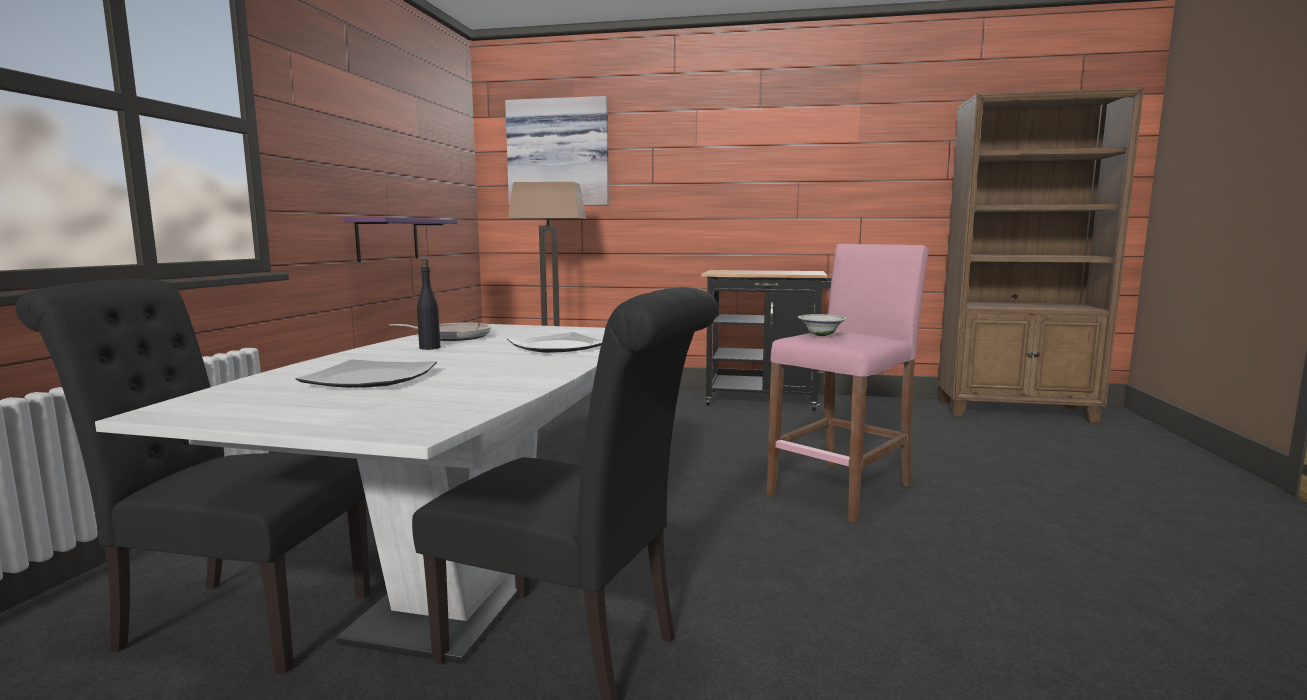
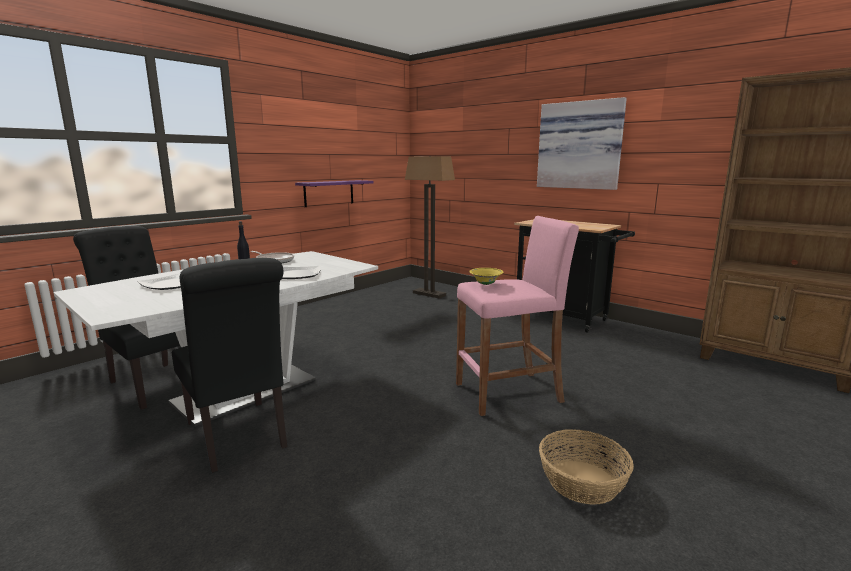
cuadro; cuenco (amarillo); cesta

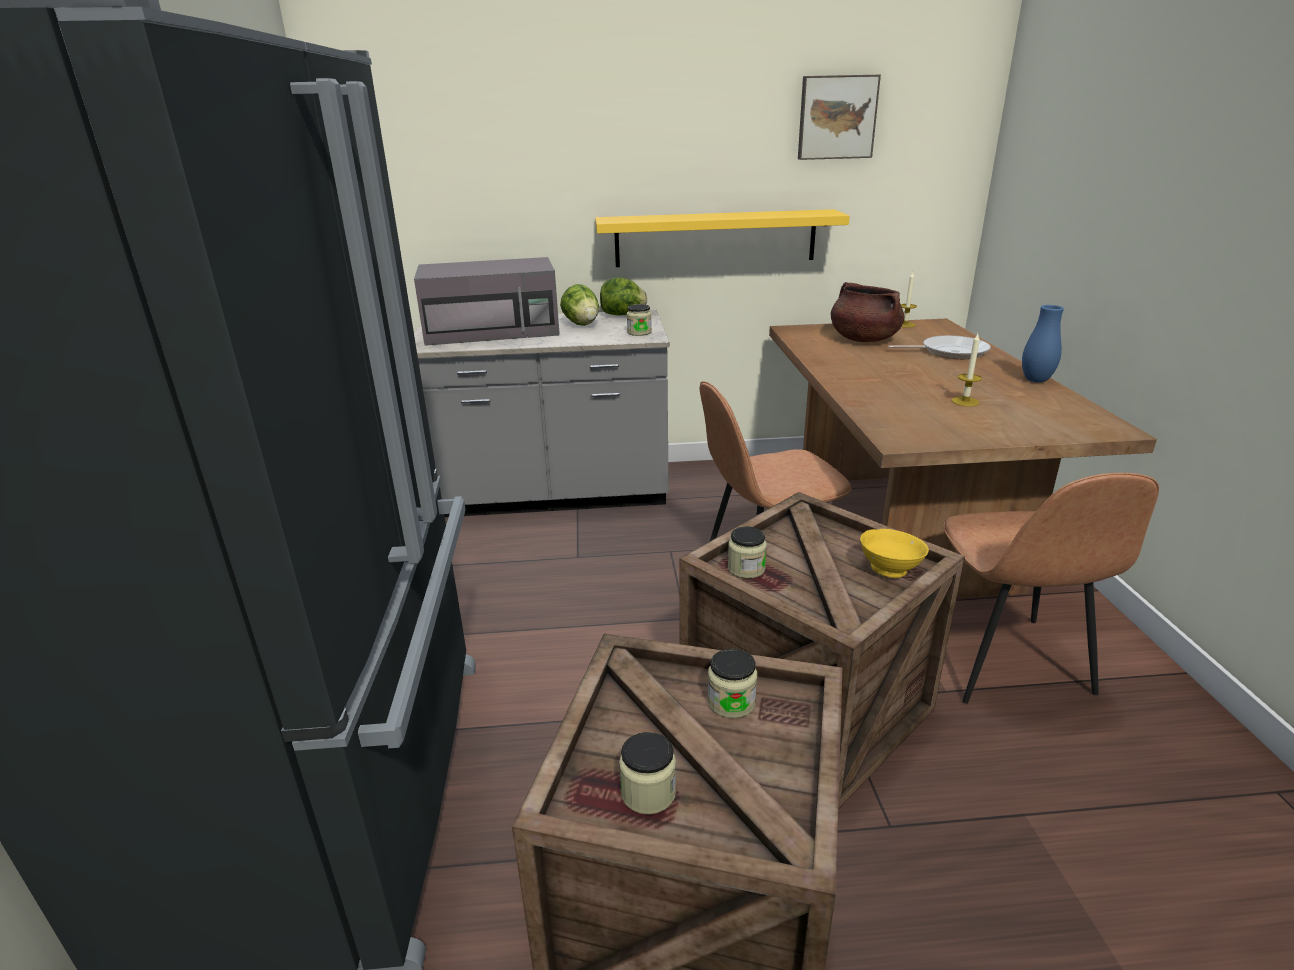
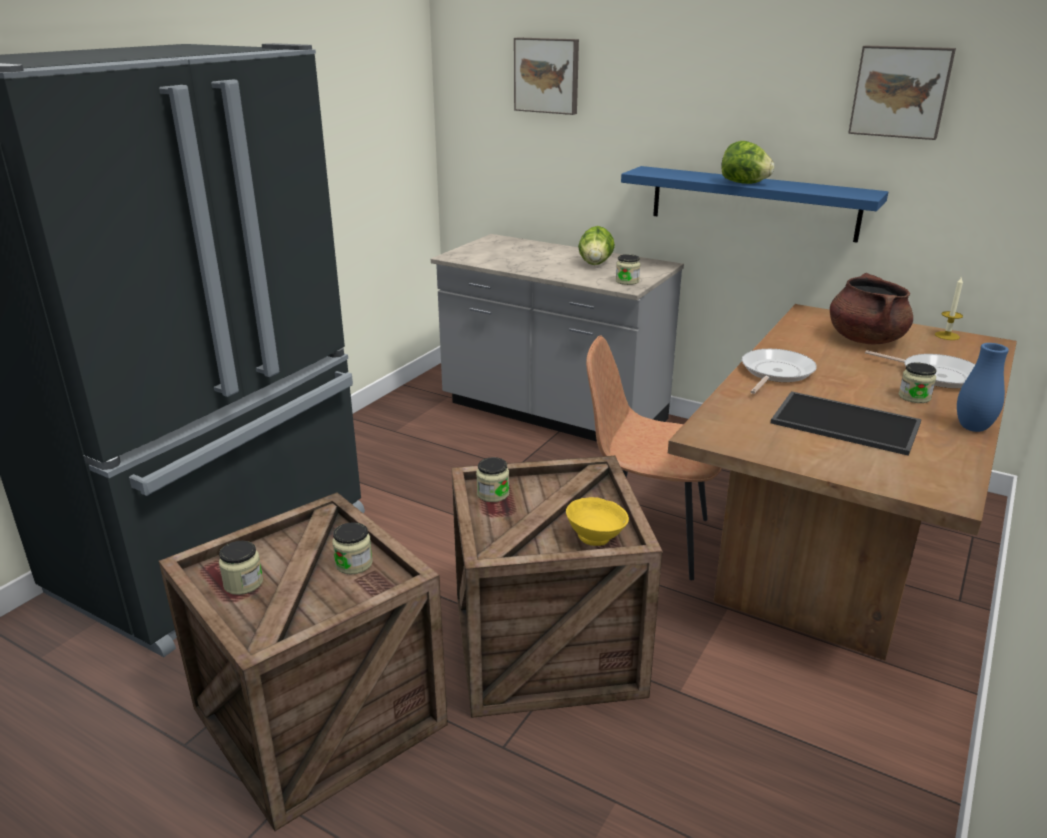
estante (azul); microondas (gris); lechuga (no. 2 from left); bandeja; silla (marrón) (no. 2 from left in the first image); cuadro (no. 1 from left); sartén (no. 1 from left); tarro (no. 5 from left)

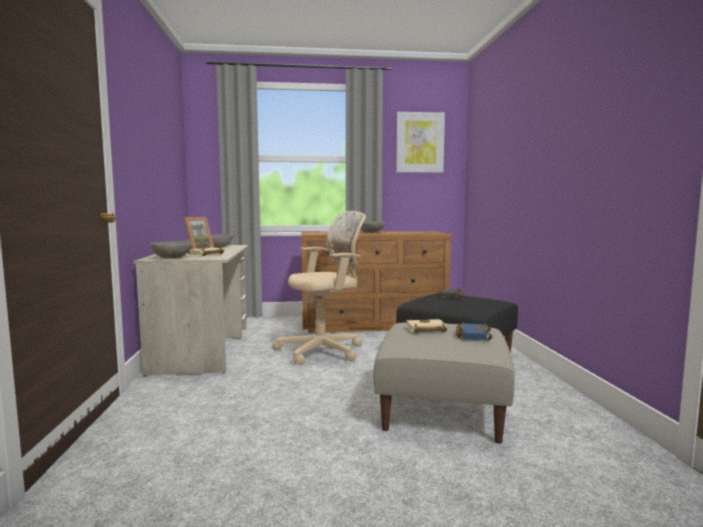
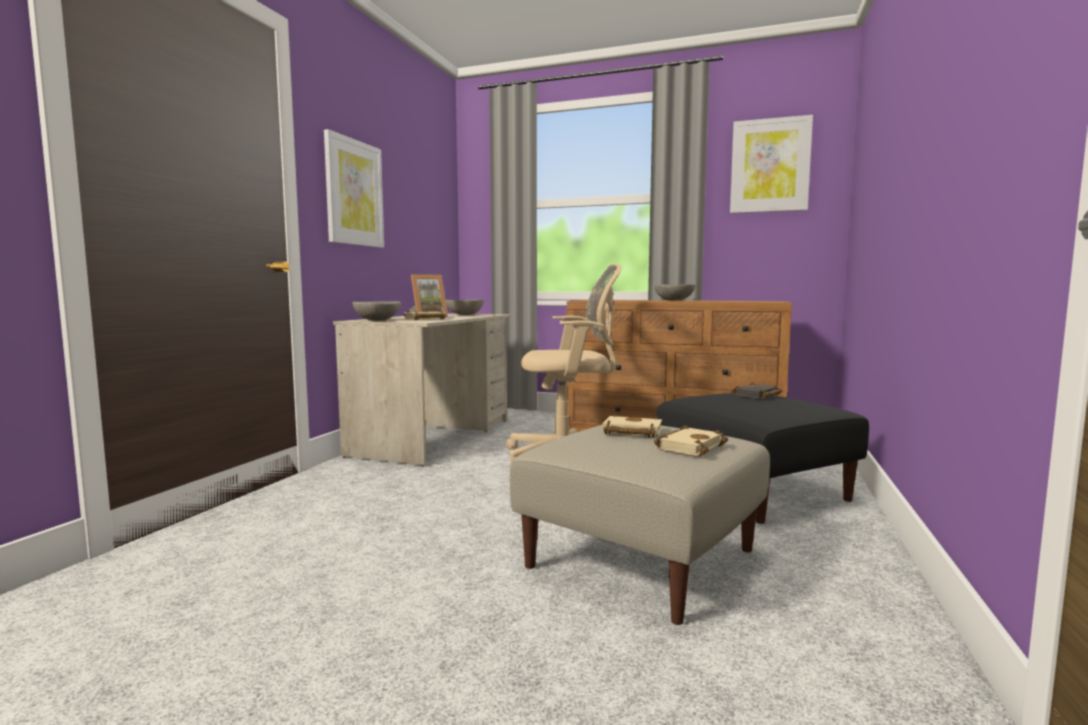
libro (beis) (no. 3 from left); cuadro (no. 1 from left)

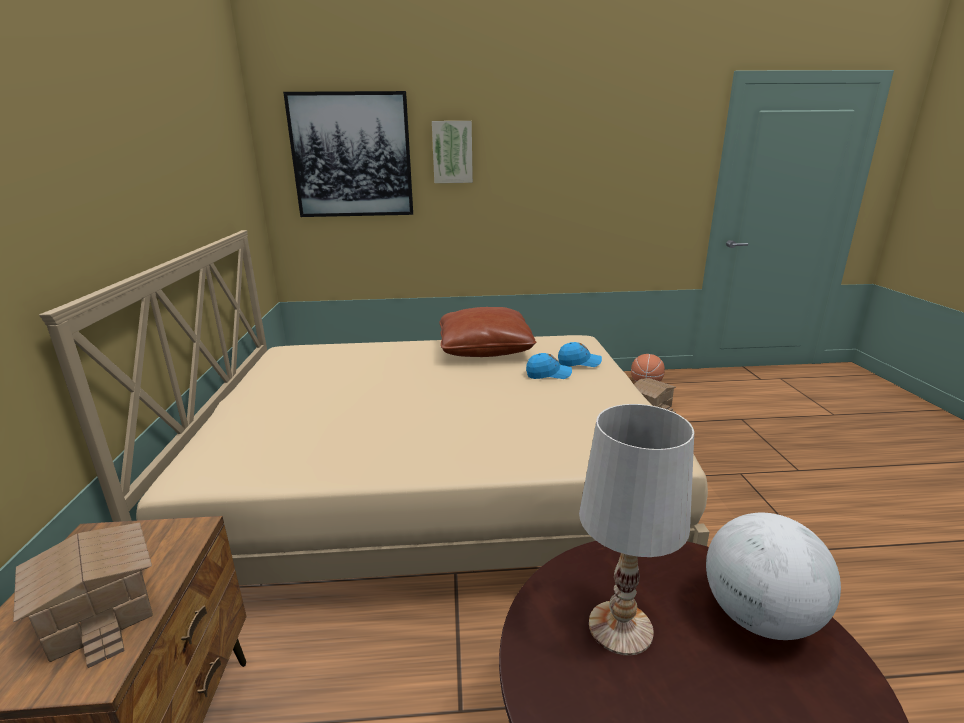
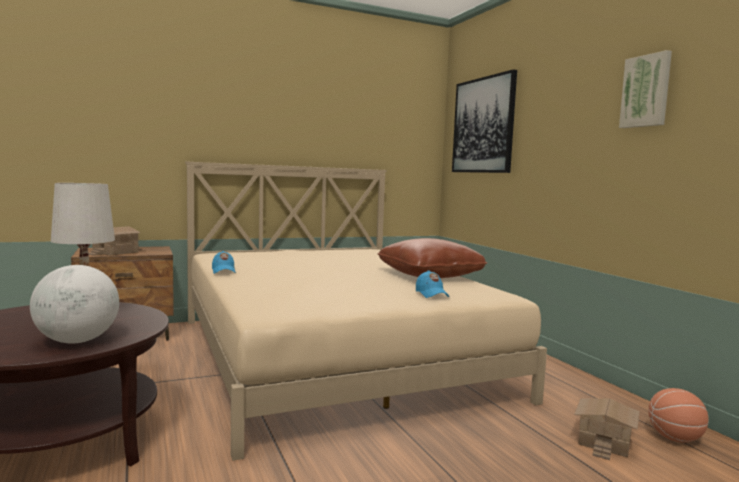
cuadro (no. 2 from left); gorra (azul) (no. 1 from left)

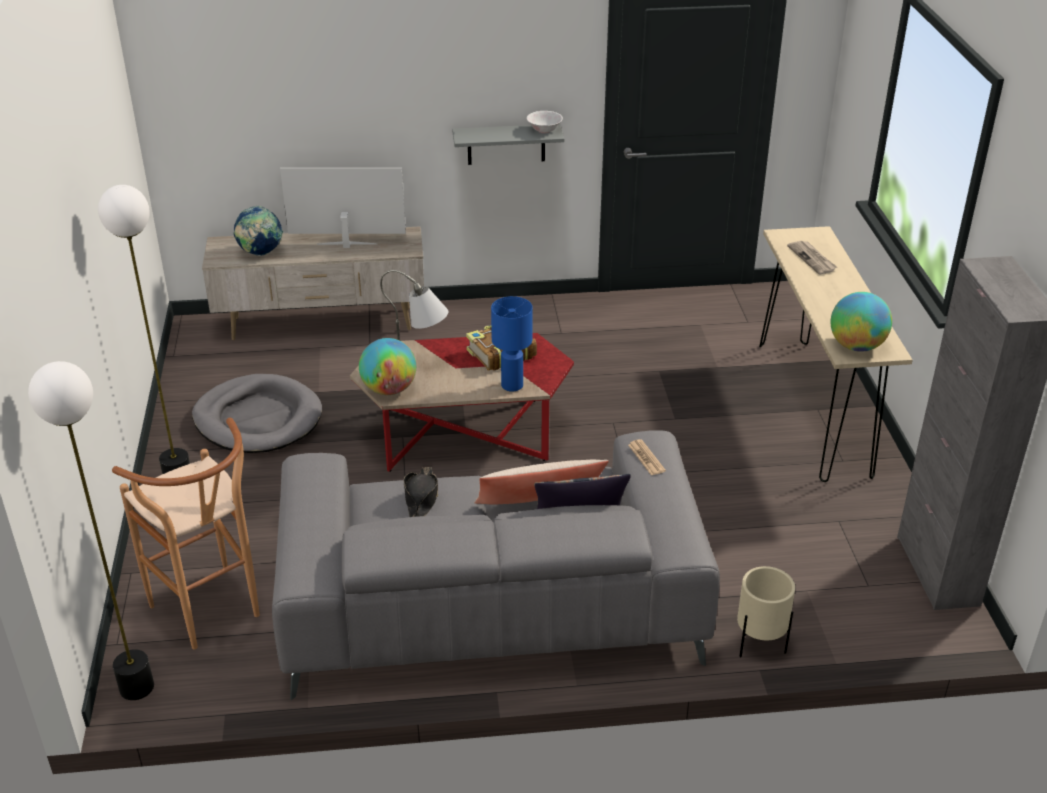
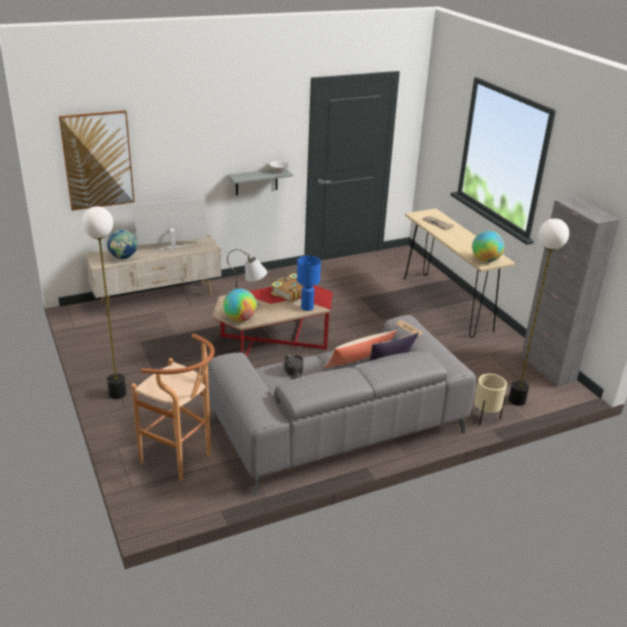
lámpara de pie (no. 2 from left); cama para perro (gris); cuadro

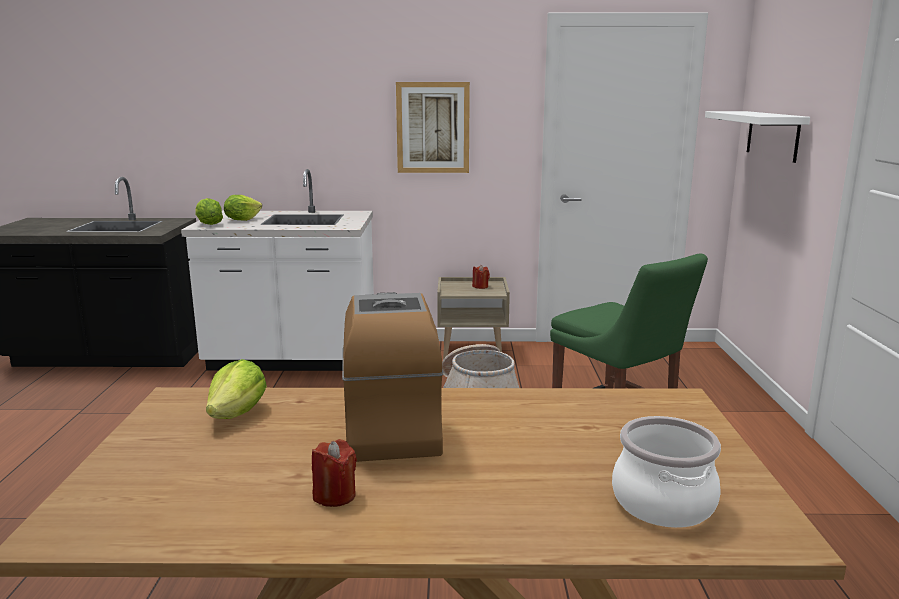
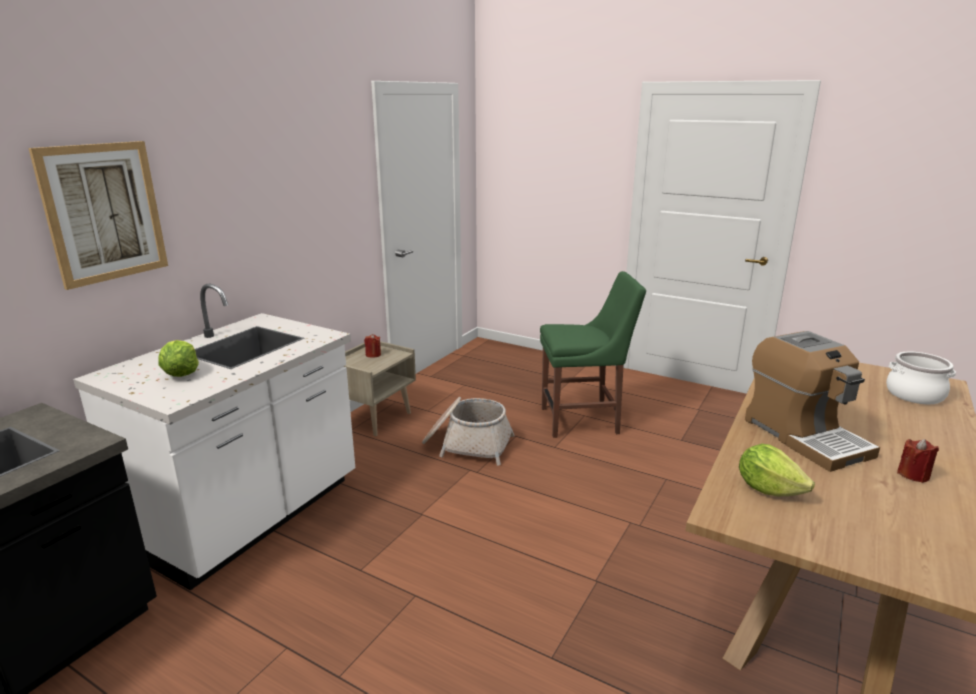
cuadro; estante (blanco); lechuga (no. 1 from left in the first image); cafetera

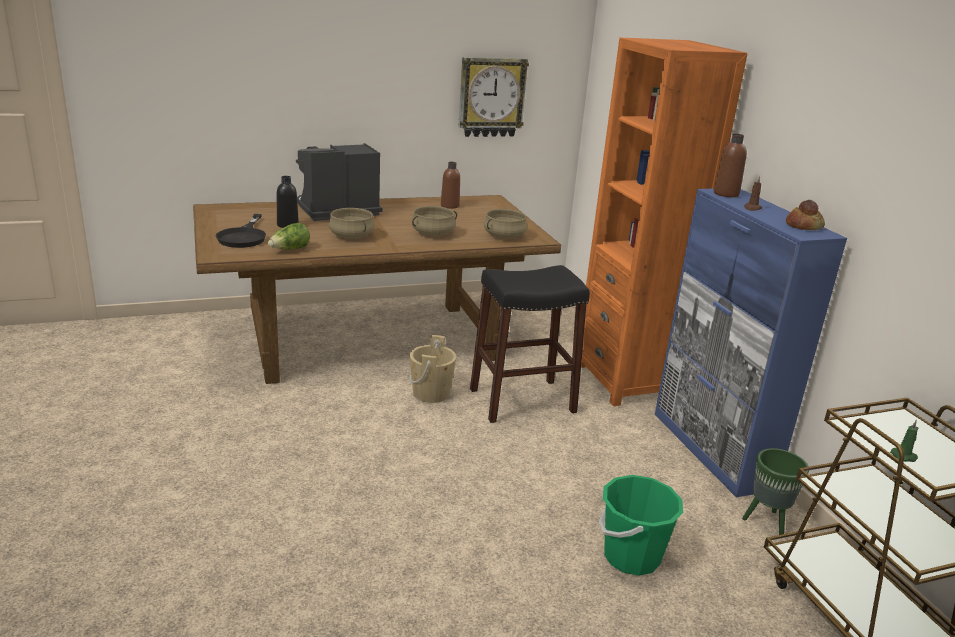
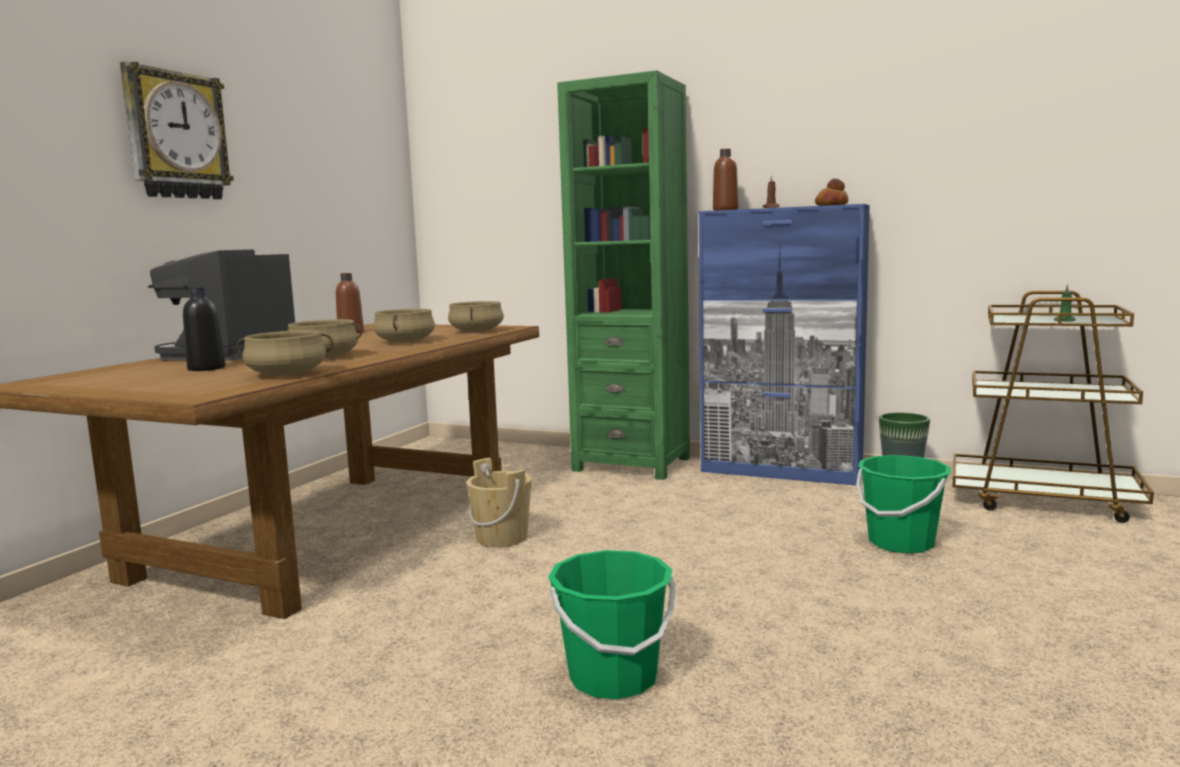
estantería (verde); reloj de pared; sartén (negro); olla (beis) (no. 1 from left); taburete (negro); cubo (verde) (no. 1 from left)

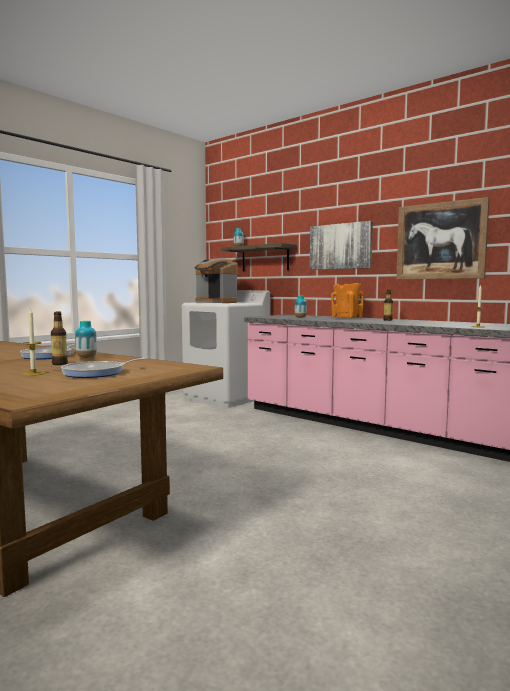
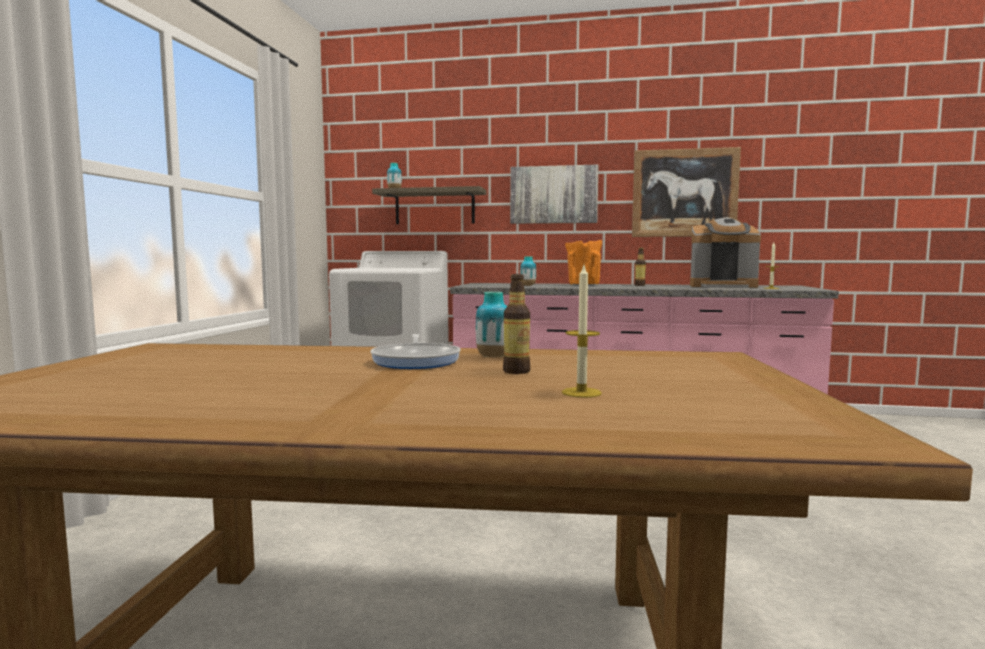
cafetera; sartén (no. 2 from left in the first image)

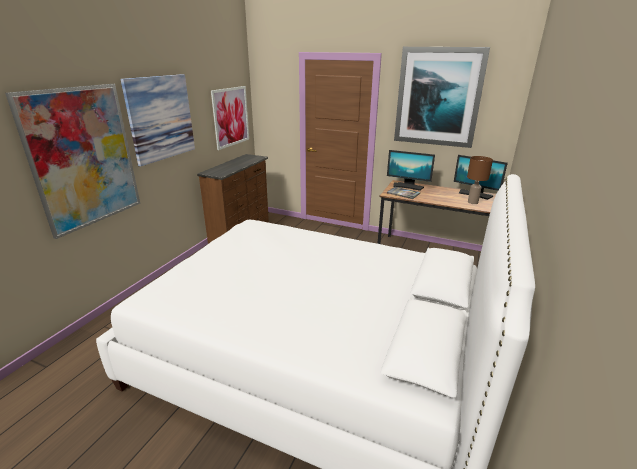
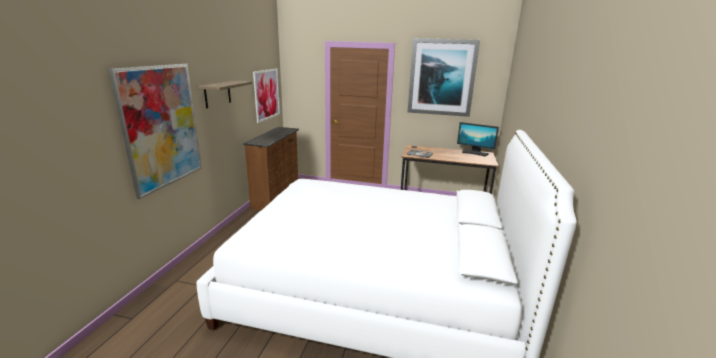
estante; monitor (no. 1 from left in the first image); lámpara de mesa (marrón)

